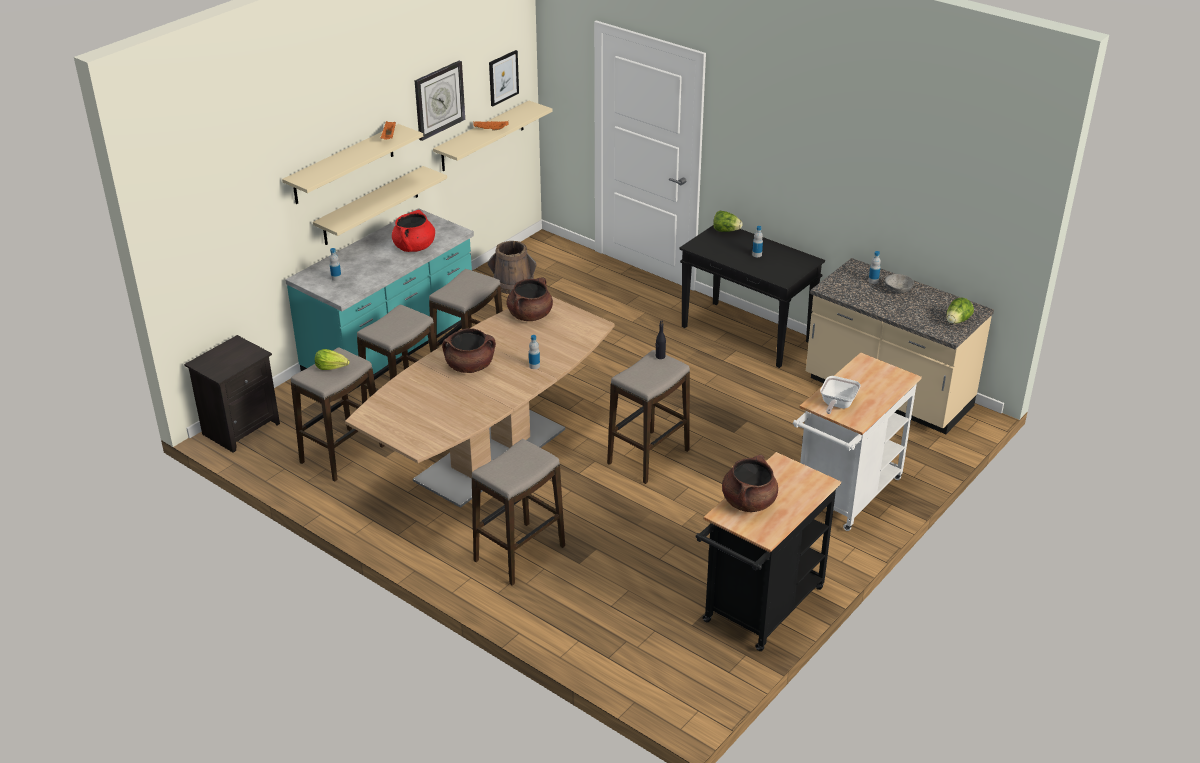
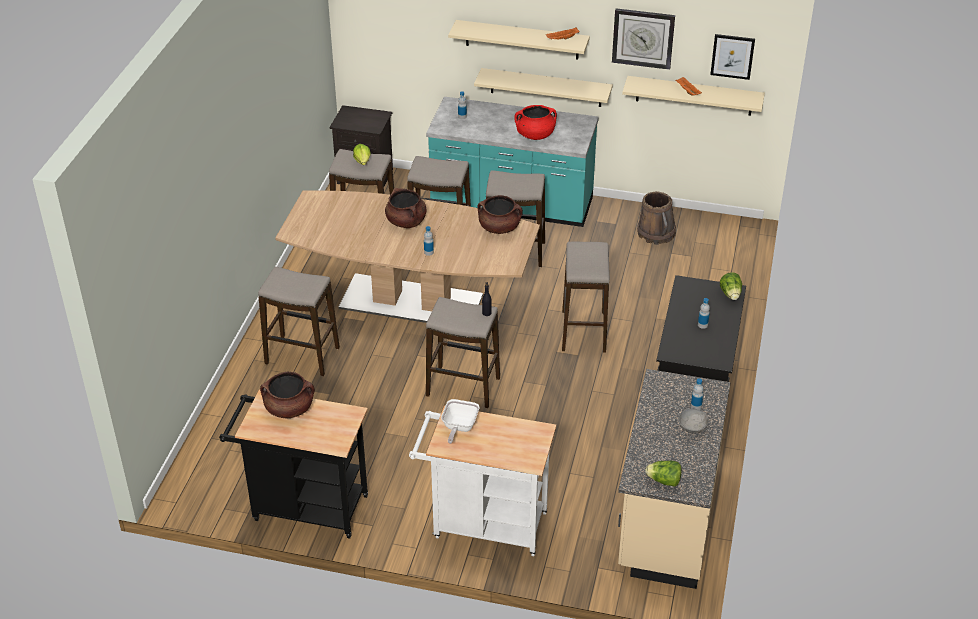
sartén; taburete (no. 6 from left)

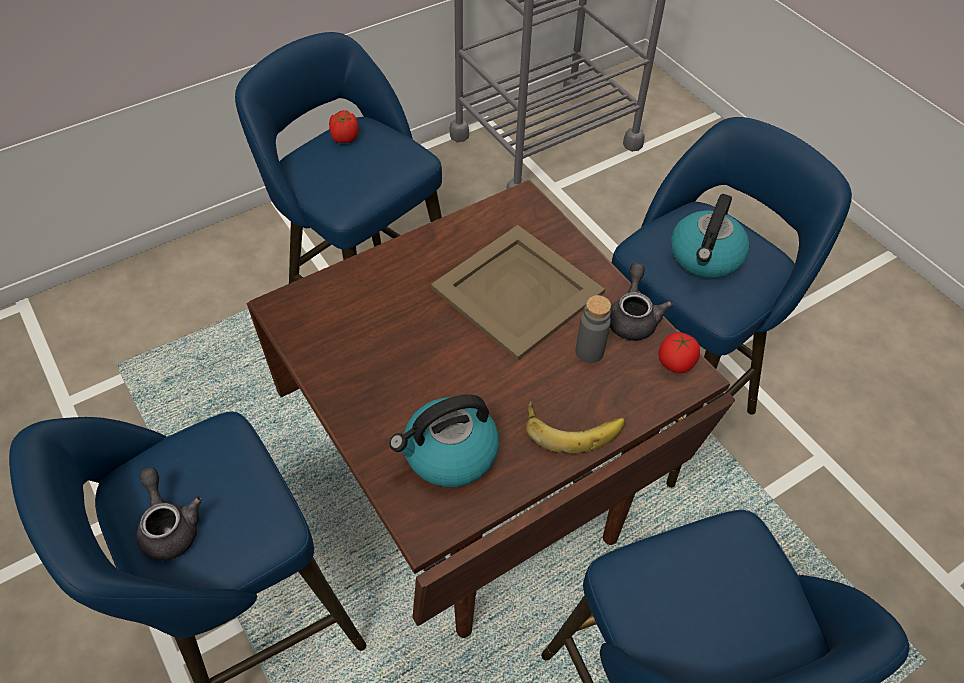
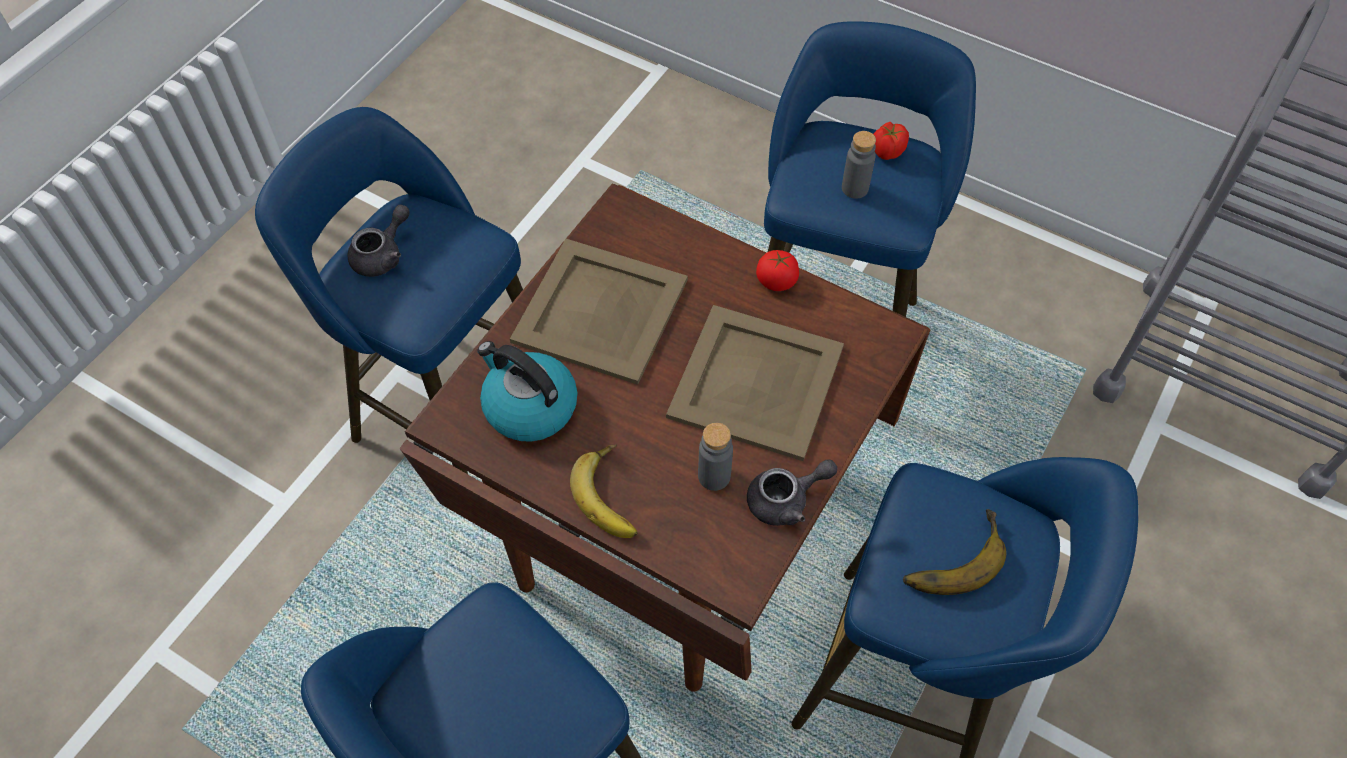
plátano (no. 2 from left); tomate (no. 1 from left); botella (gris) (no. 2 from left); bandeja (beis) (no. 1 from left)

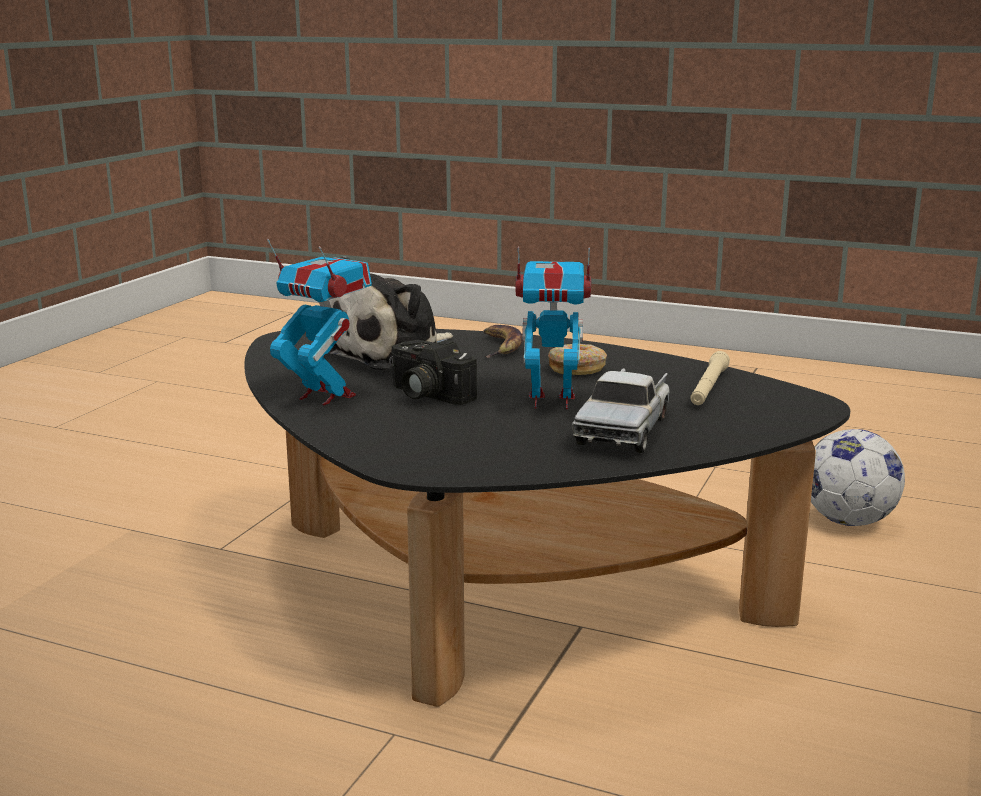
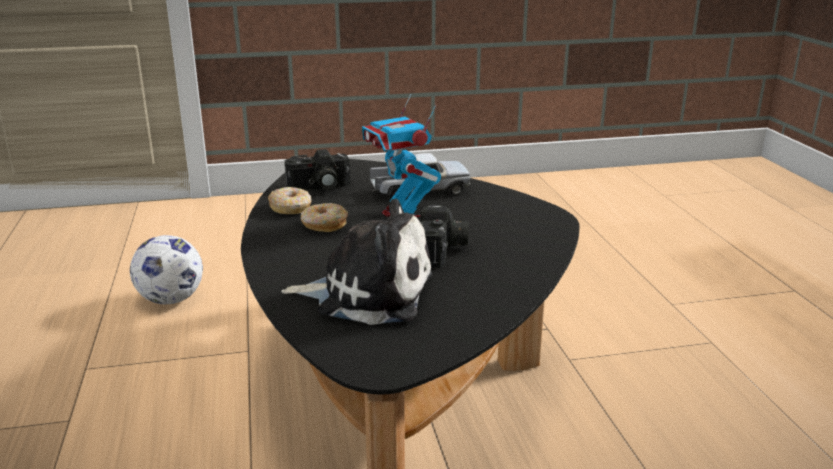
robot de juguete (no. 1 from left in the first image); plátano; cámara (no. 1 from left); rosquilla (no. 1 from left)

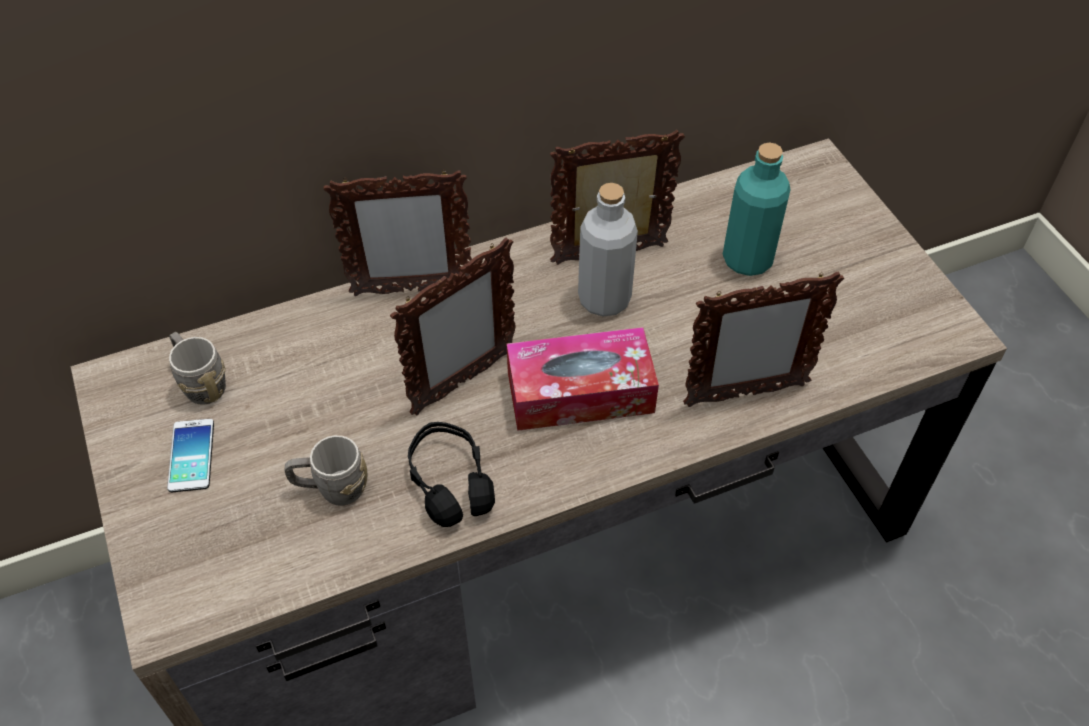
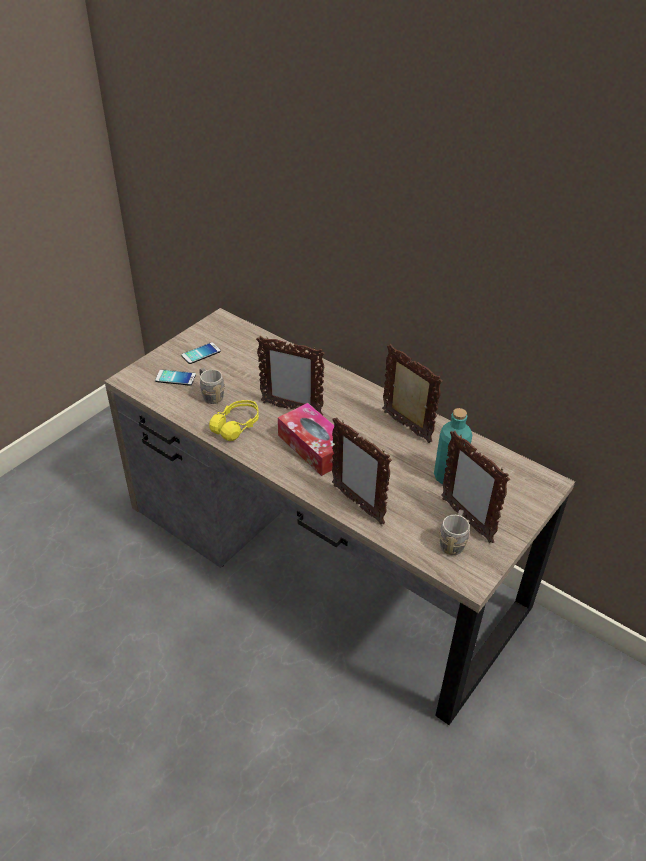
portarretratos (no. 4 from left); botella (gris); taza grande (gris) (no. 2 from left); auriculares (amarillo); móvil (no. 1 from left)

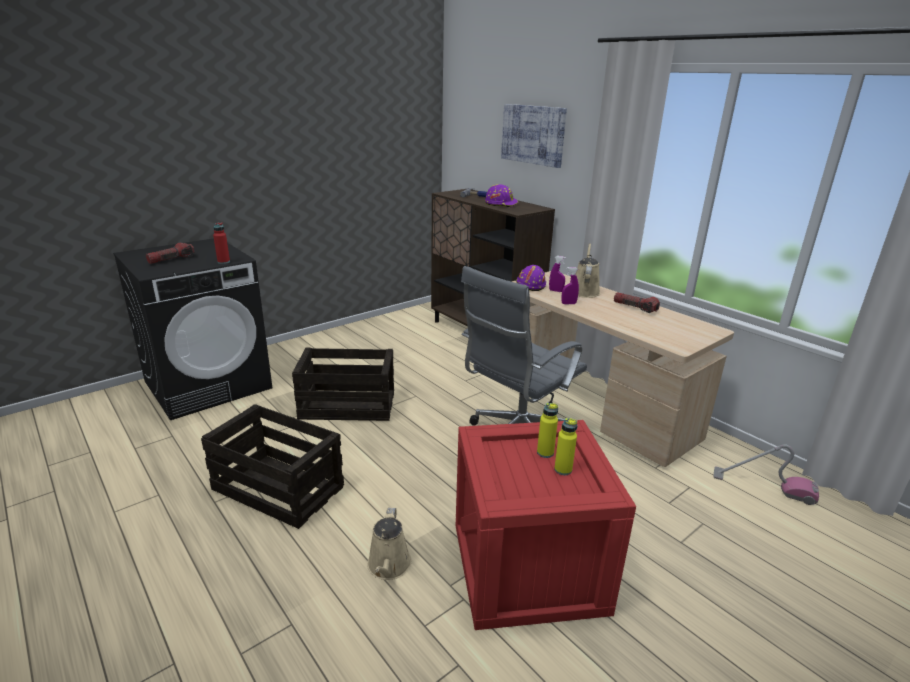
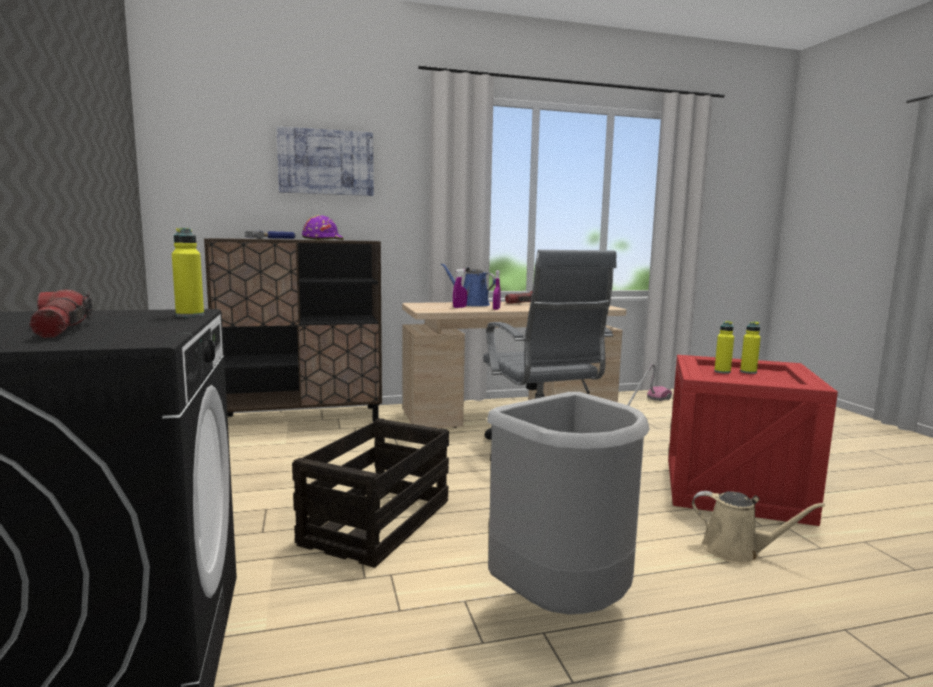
botella (amarillo) (no. 1 from left); regadera (azul); casco (morado) (no. 2 from left in the first image); papelera (gris)

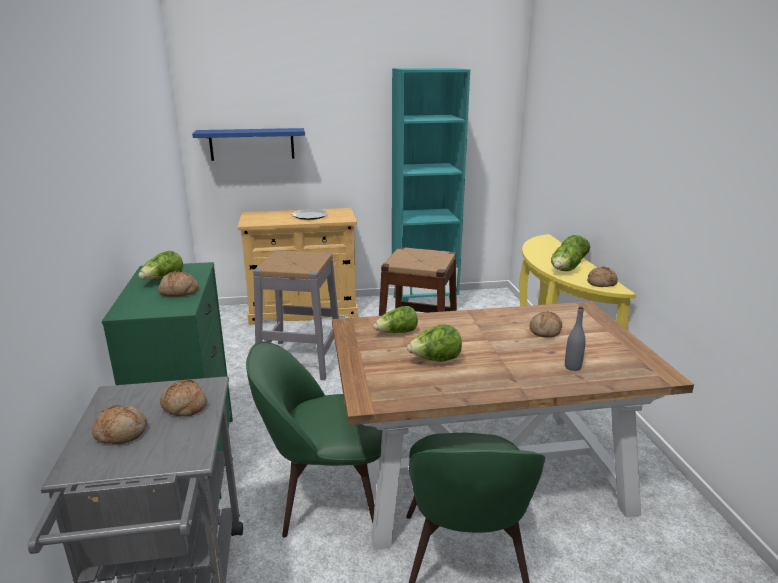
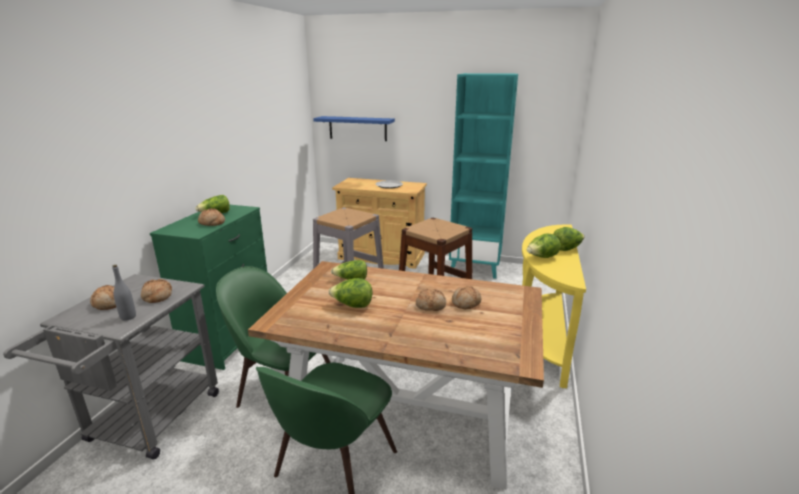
pan (no. 4 from left); botella (gris)

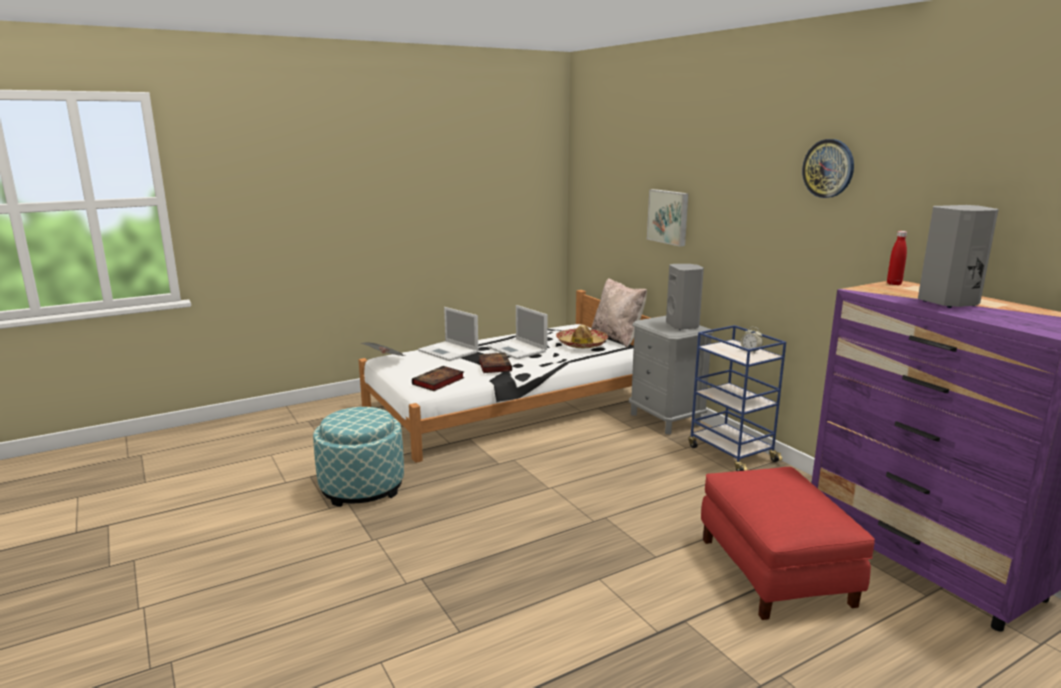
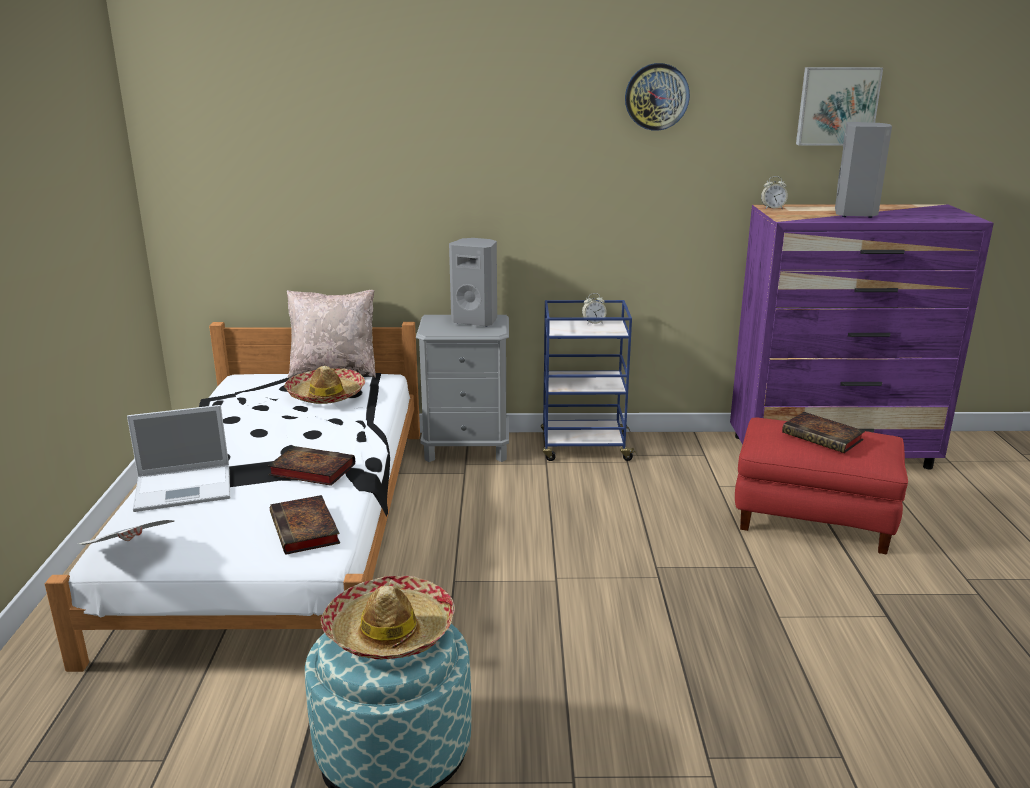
cuadro; despertador (no. 2 from left); portátil (no. 2 from left in the first image); libro (no. 3 from left); sombrero (no. 2 from left)

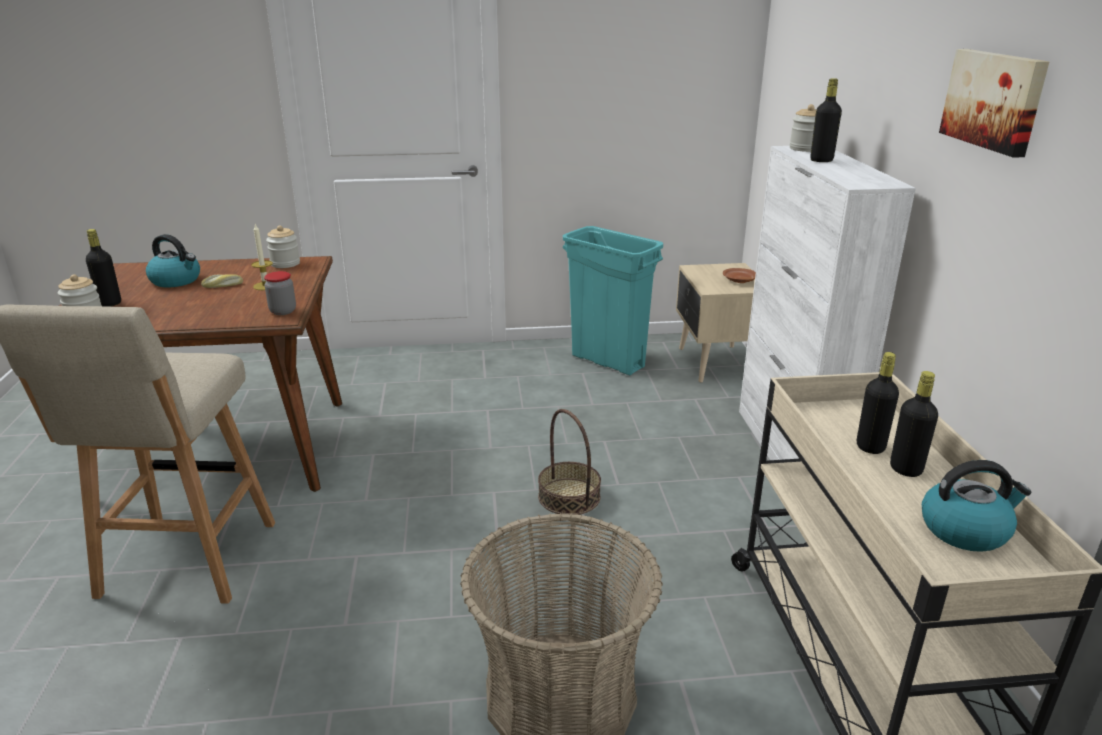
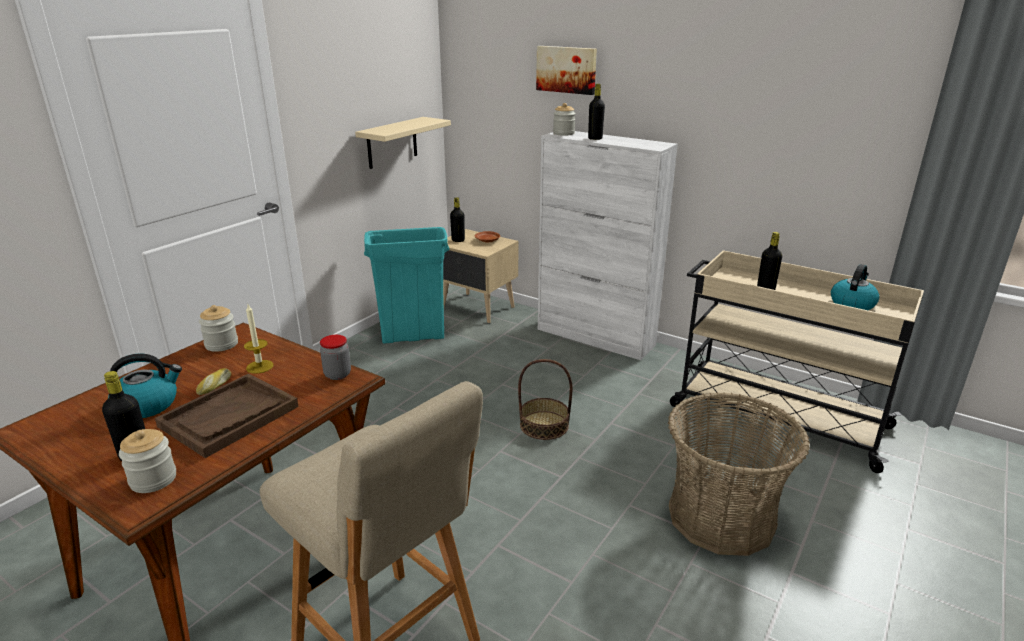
cuadro; botella (negro) (no. 2 from left); estante (beis); bandeja (marrón)

